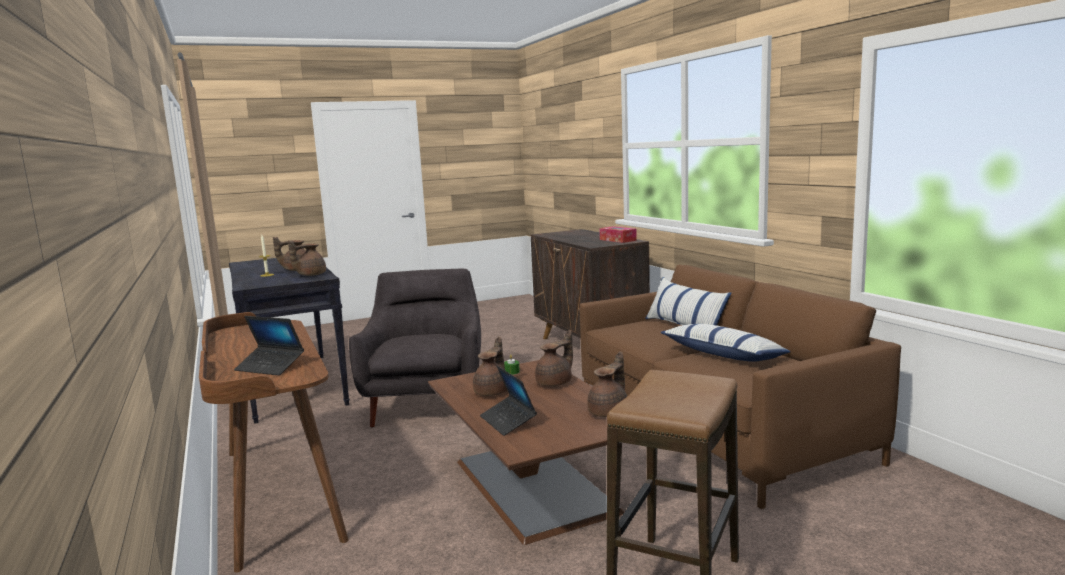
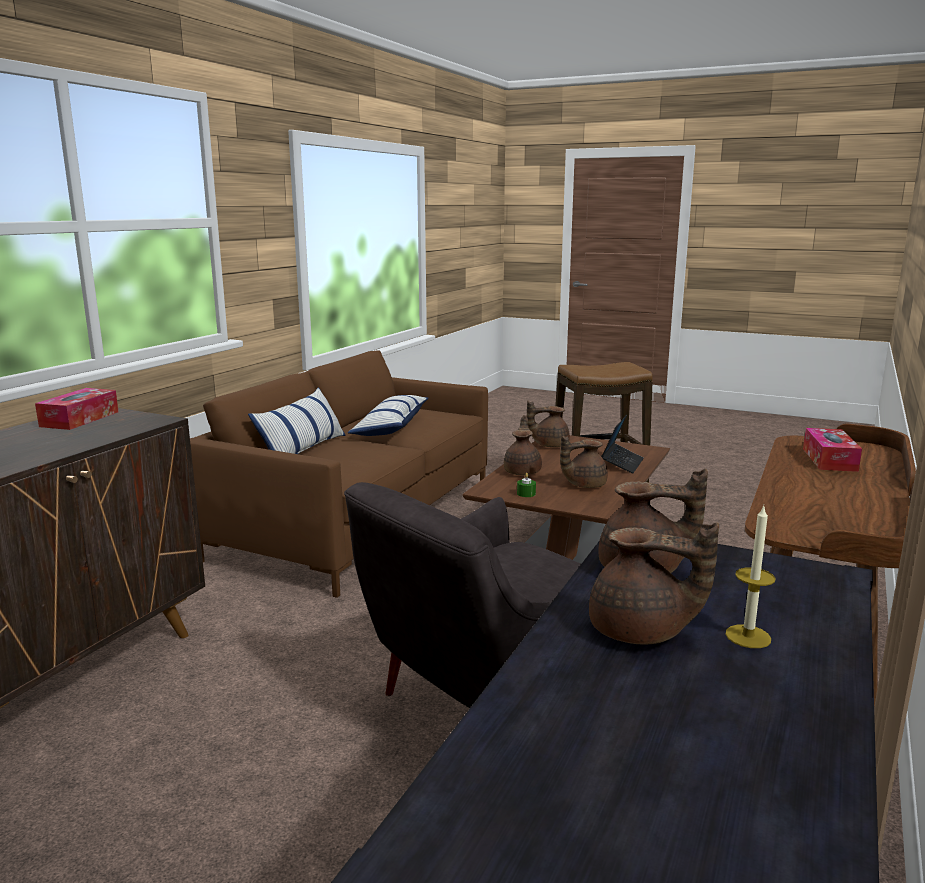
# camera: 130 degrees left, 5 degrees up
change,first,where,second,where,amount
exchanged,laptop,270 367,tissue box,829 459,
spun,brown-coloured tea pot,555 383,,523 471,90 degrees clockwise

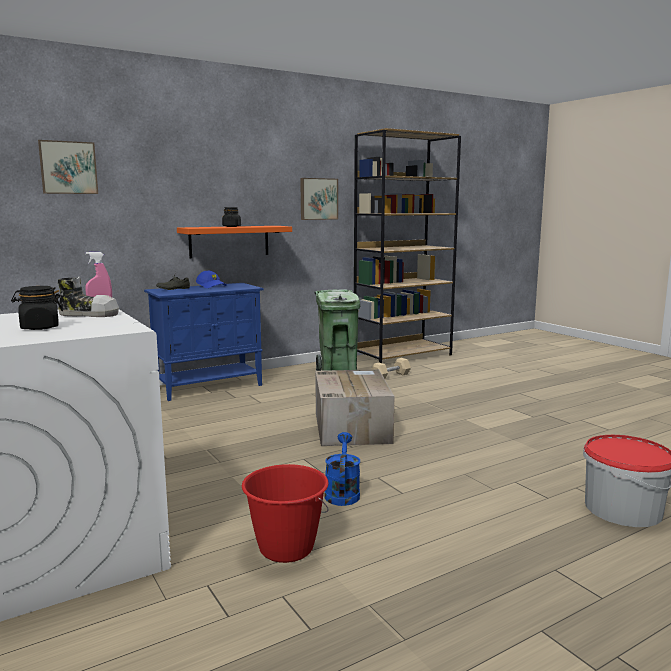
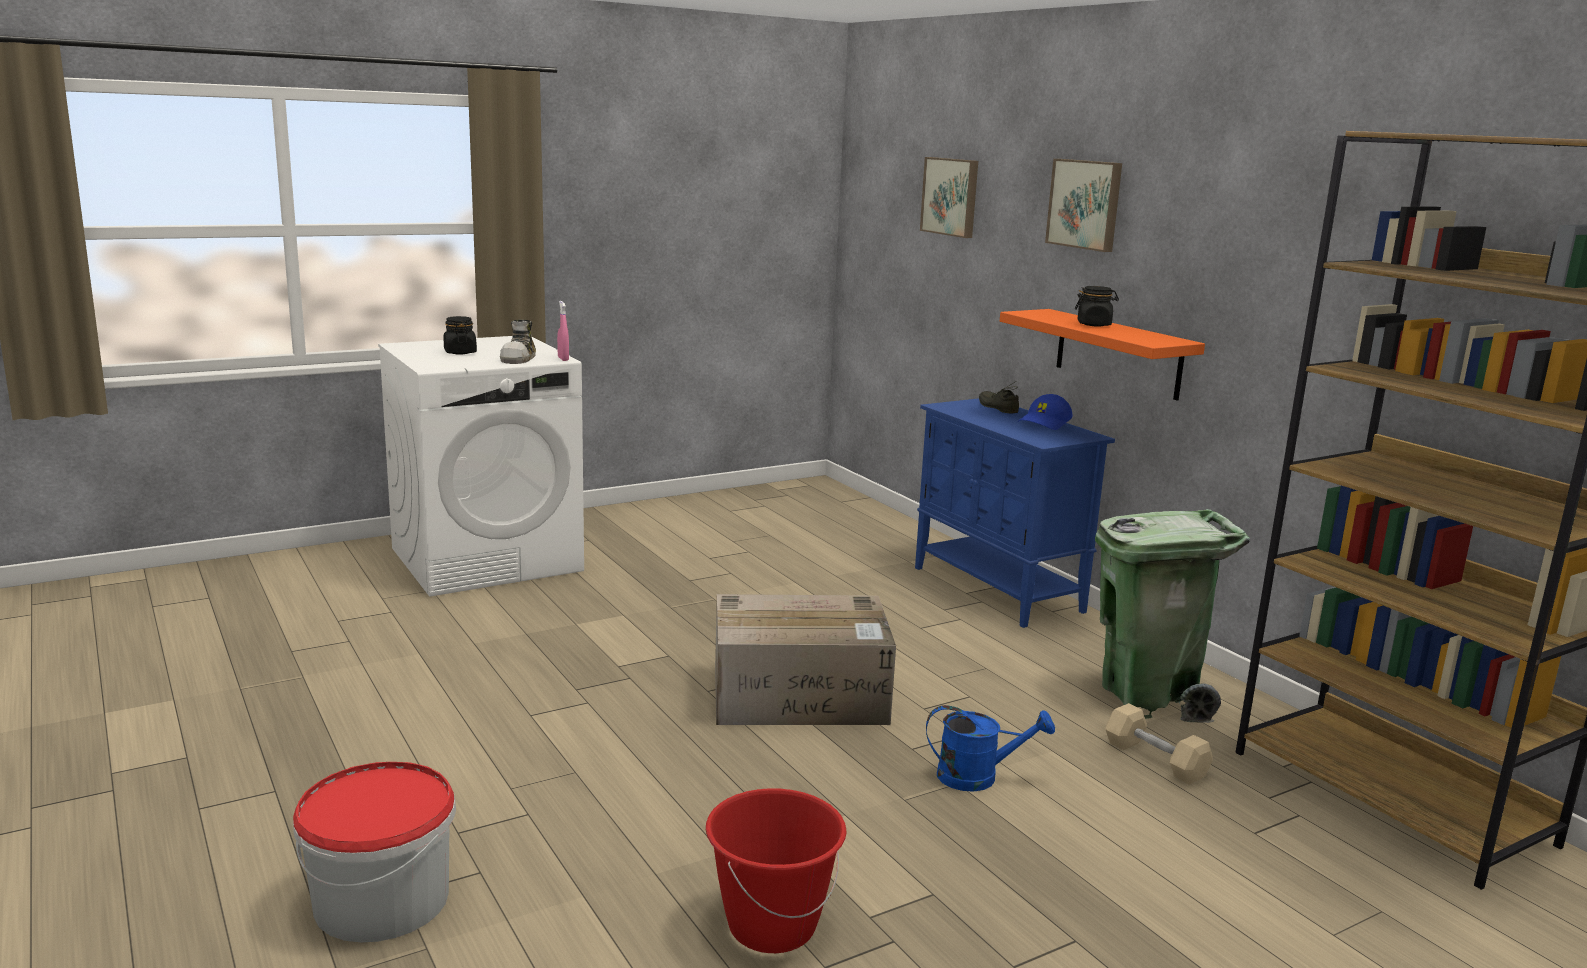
# camera: 90 degrees right, 5 degrees up
change,first,where,second,where,amount
relocated,reddish bucket,286 548,,771 926,
relocated,picture,318 199,,1086 204,
relocated,blue-coloured watering can,342 492,,978 777,

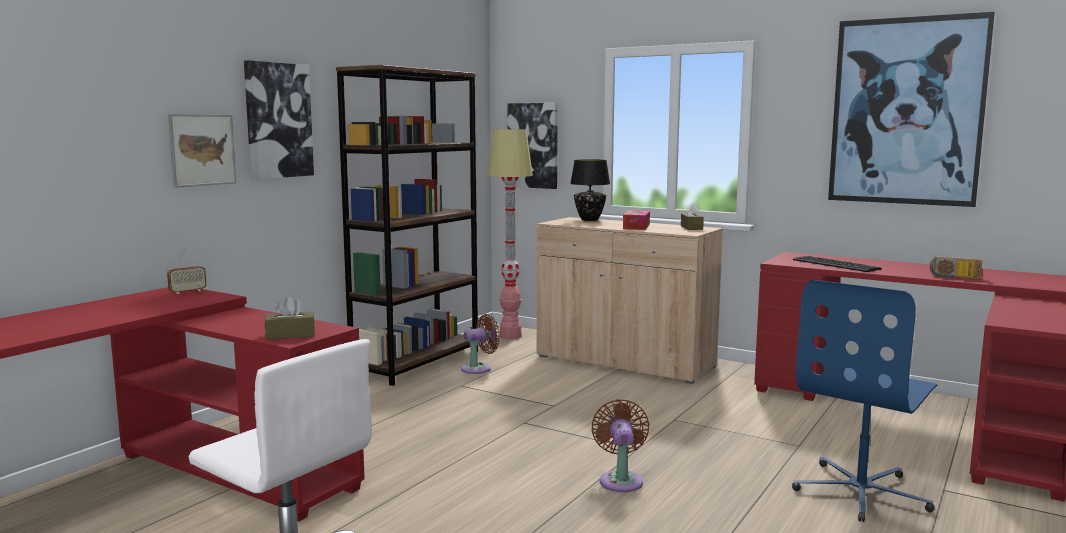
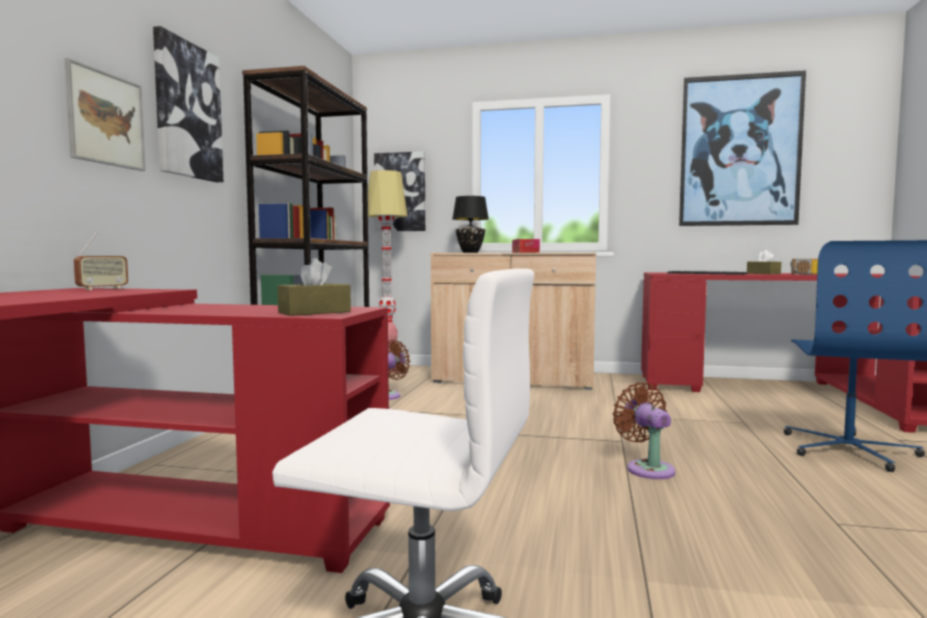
# camera: 20 degrees left, 5 degrees down
change,first,where,second,where,amount
relocated,brown-coloured tissue box,691 228,,763 273,

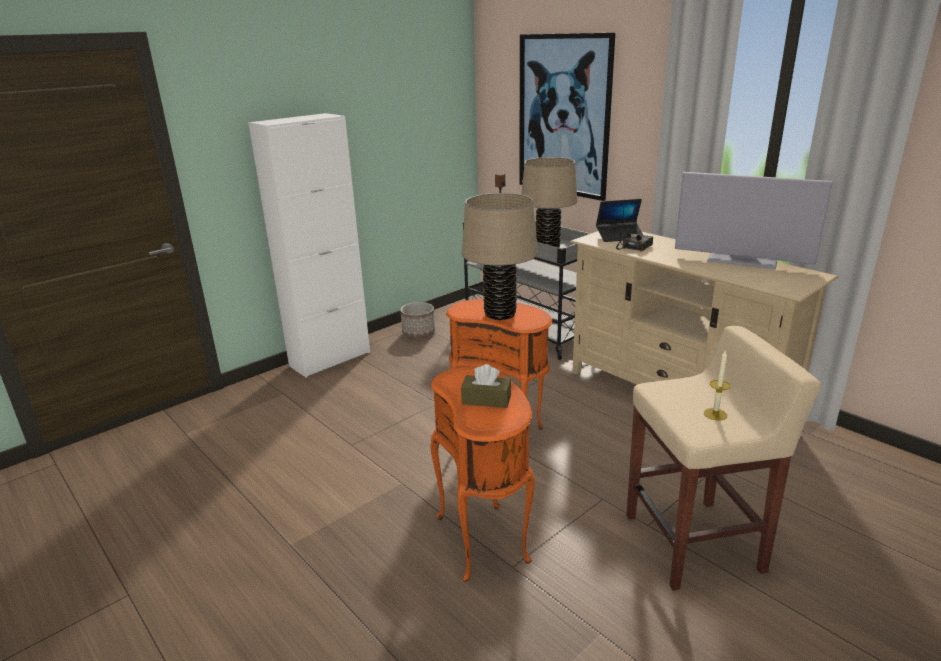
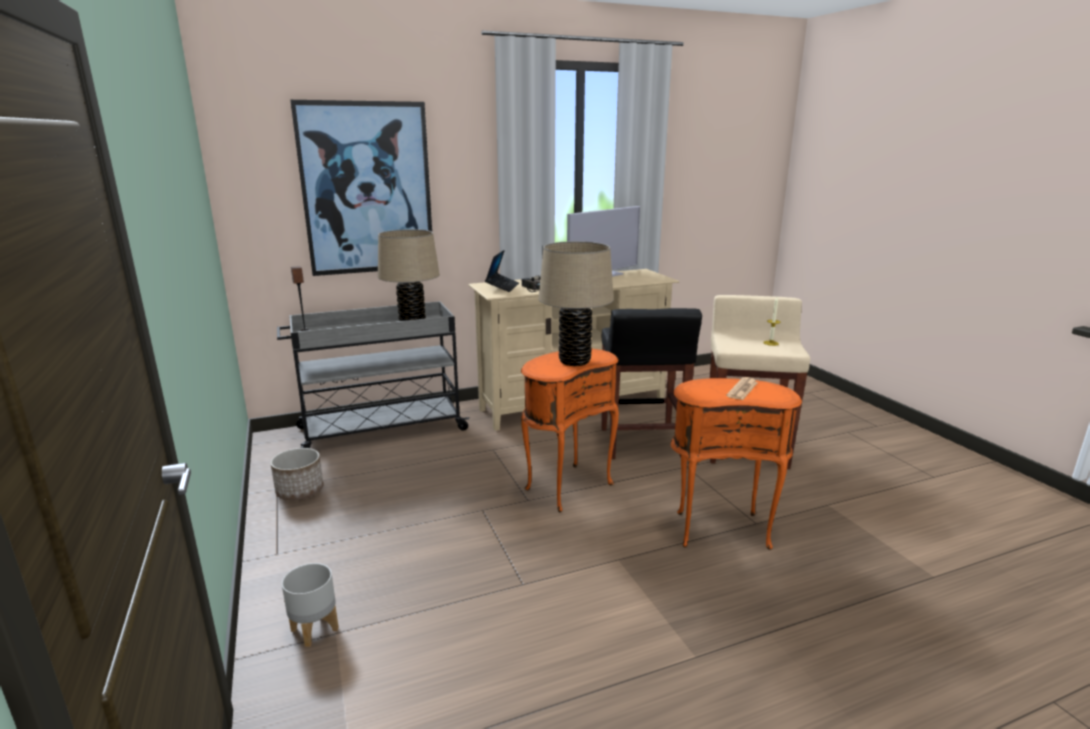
# camera: 70 degrees left, 5 degrees down
change,first,where,second,where,amount
missing,white storage cabinet,330 359,,,
exchanged,brown-coloured tissue box,486 400,printed paper,742 389,
appeared,,,greyish plant pot,314 629,
appeared,,,blackish stool,641 443,

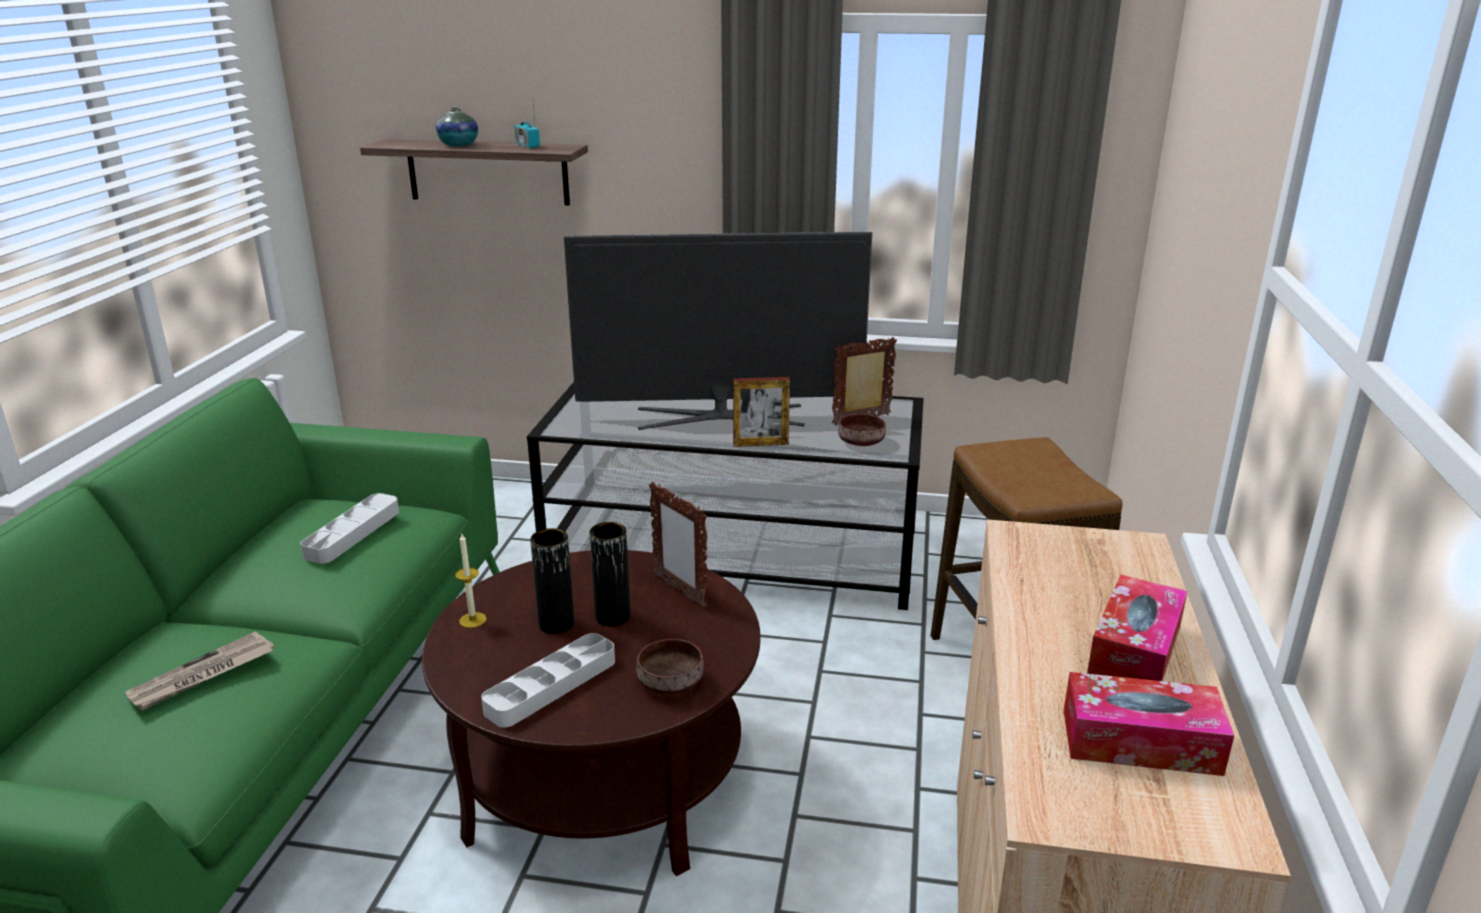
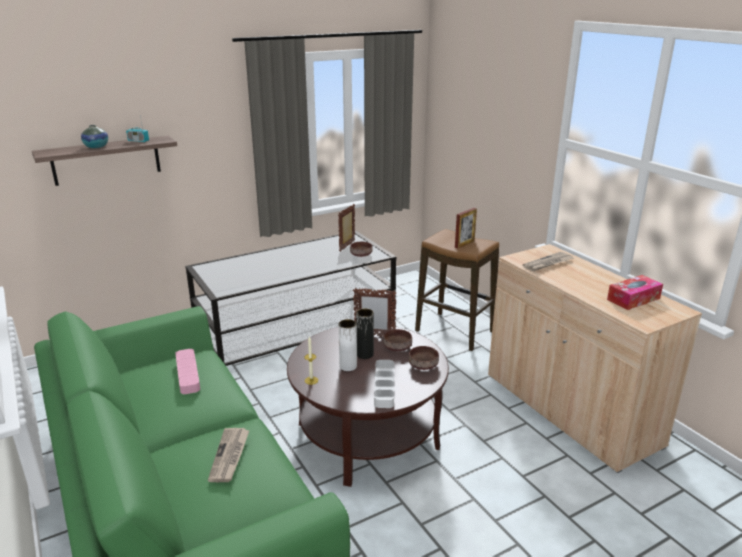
# camera: 40 degrees left, 0 degrees up
change,first,where,second,where,amount
colour,greyish serving tray,353 533,pink-coloured serving tray,188 374,
colour,blackish decorative vase,556 624,white decorative vase,348 366,
missing,television,721 416,,,
relocated,picture frame,760 444,,464 244,
missing,tissue box,1135 649,,,
appeared,,,brown-coloured deep dish,397 347,
appeared,,,printed paper,548 263,

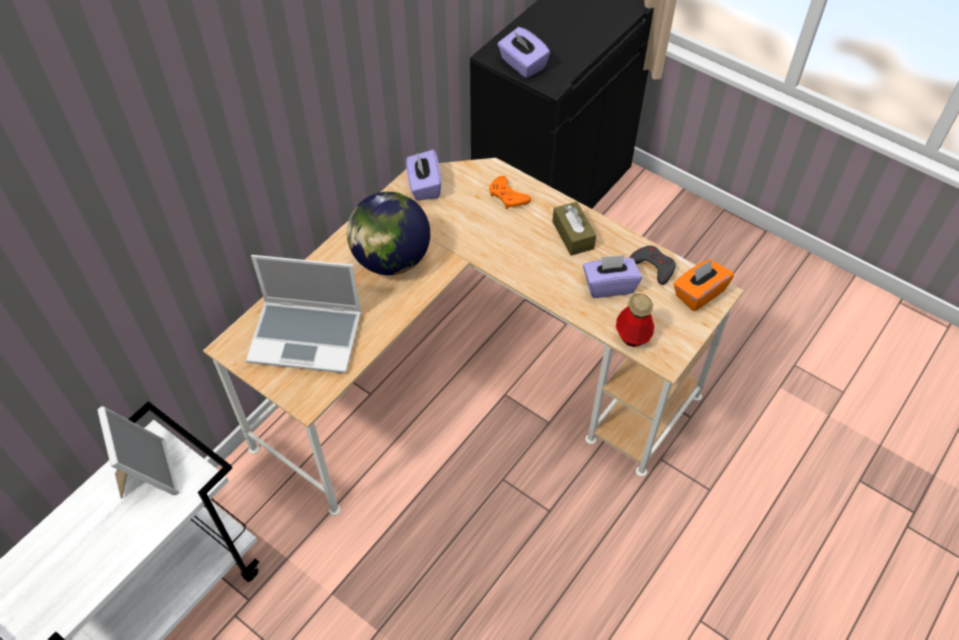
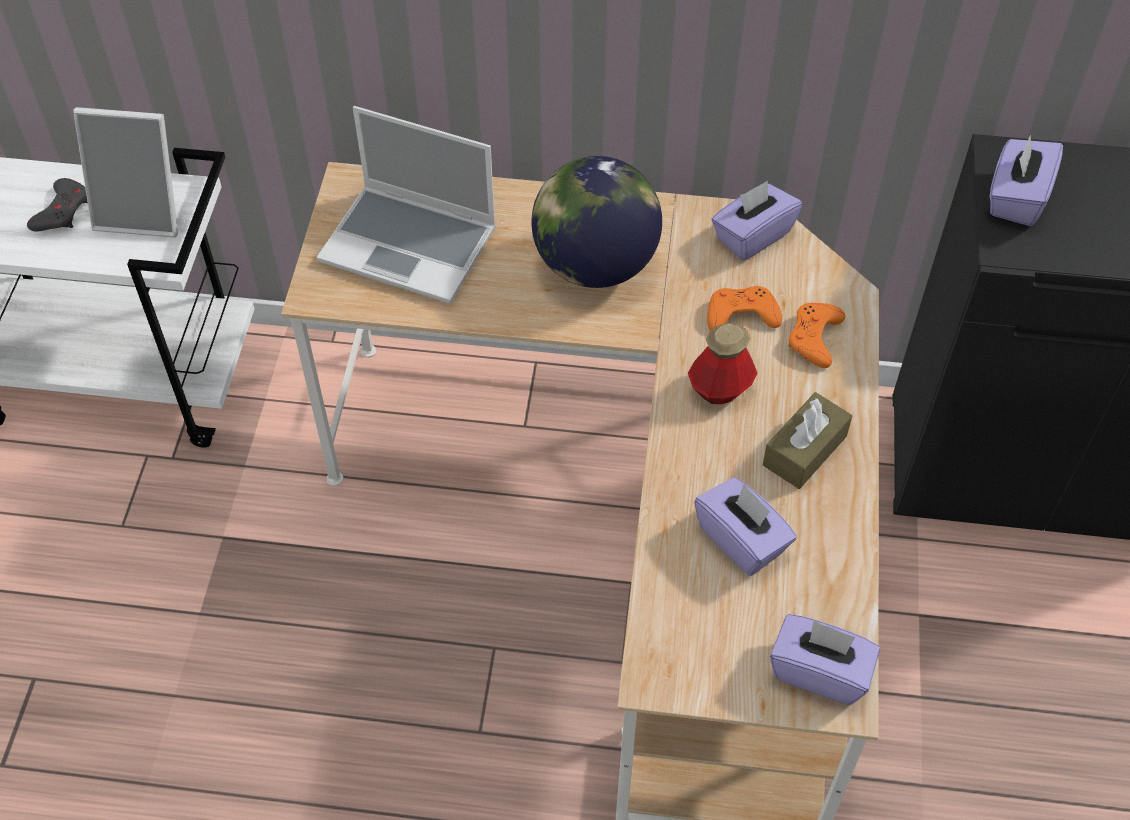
# camera: 60 degrees right, 0 degrees up
change,first,where,second,where,amount
spun,picture frame,147 474,,144 212,60 degrees clockwise
spun,laptop,307 337,,411 245,45 degrees counterclockwise
relocated,bottle,632 335,,720 389,
relocated,greyish gamepad,653 266,,62 211,
colour,orange-coloured tissue box,698 293,purple-coloured tissue box,819 671,
appeared,,,orange-coloured gamepad,741 314,

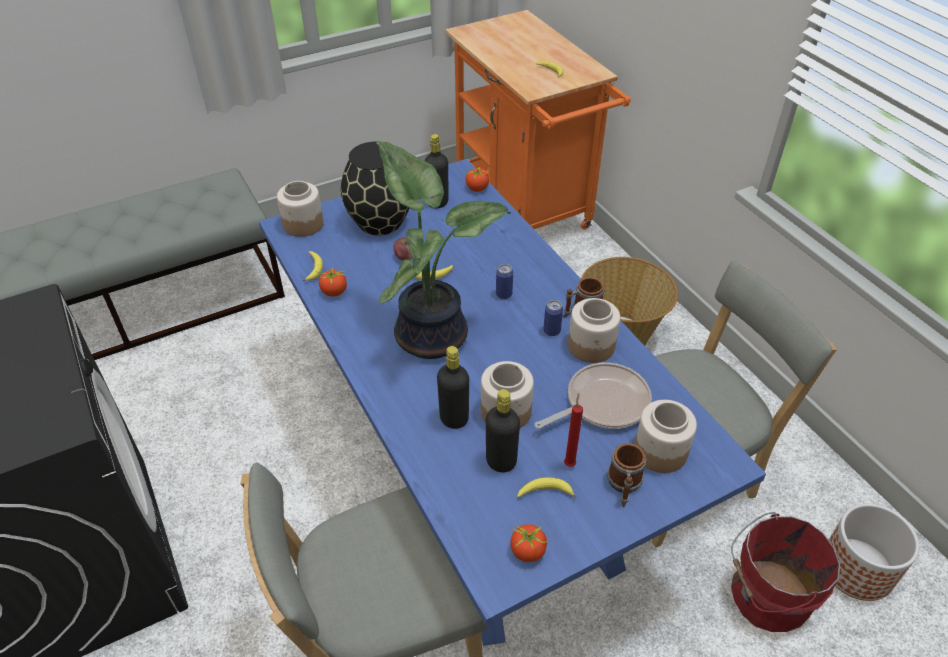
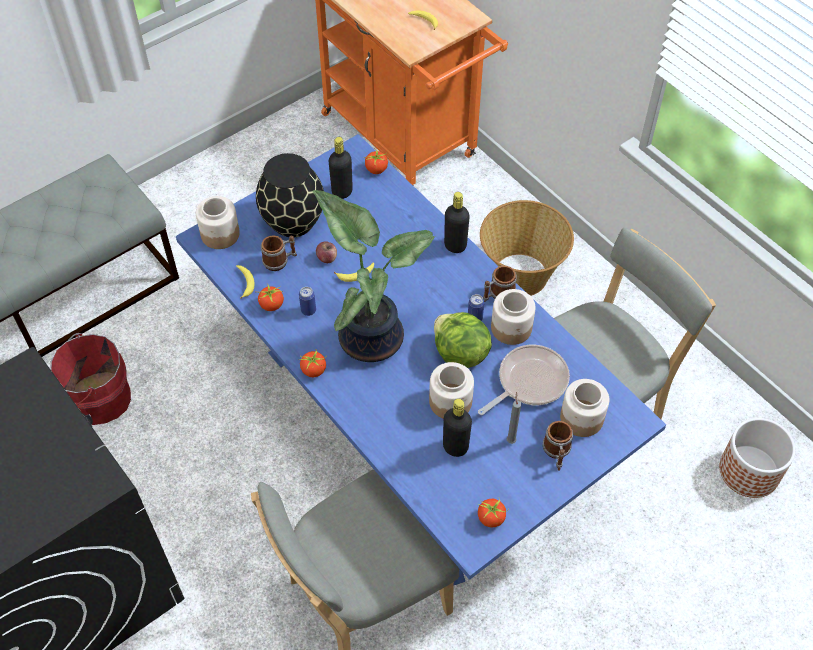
# camera: 10 degrees left, 10 degrees up
change,first,where,second,where,amount
relocated,blackish bottle,454 418,,455 245,
relocated,can,504 294,,308 310,
missing,banana fruit,545 492,,,
colour,reddish wax light,569 463,greyish wax light,511 439,
relocated,reddish bucket,766 595,,97 398,
appeared,,,mug,280 261,
appeared,,,tomato,314 370,
appeared,,,lettuce,460 353,

